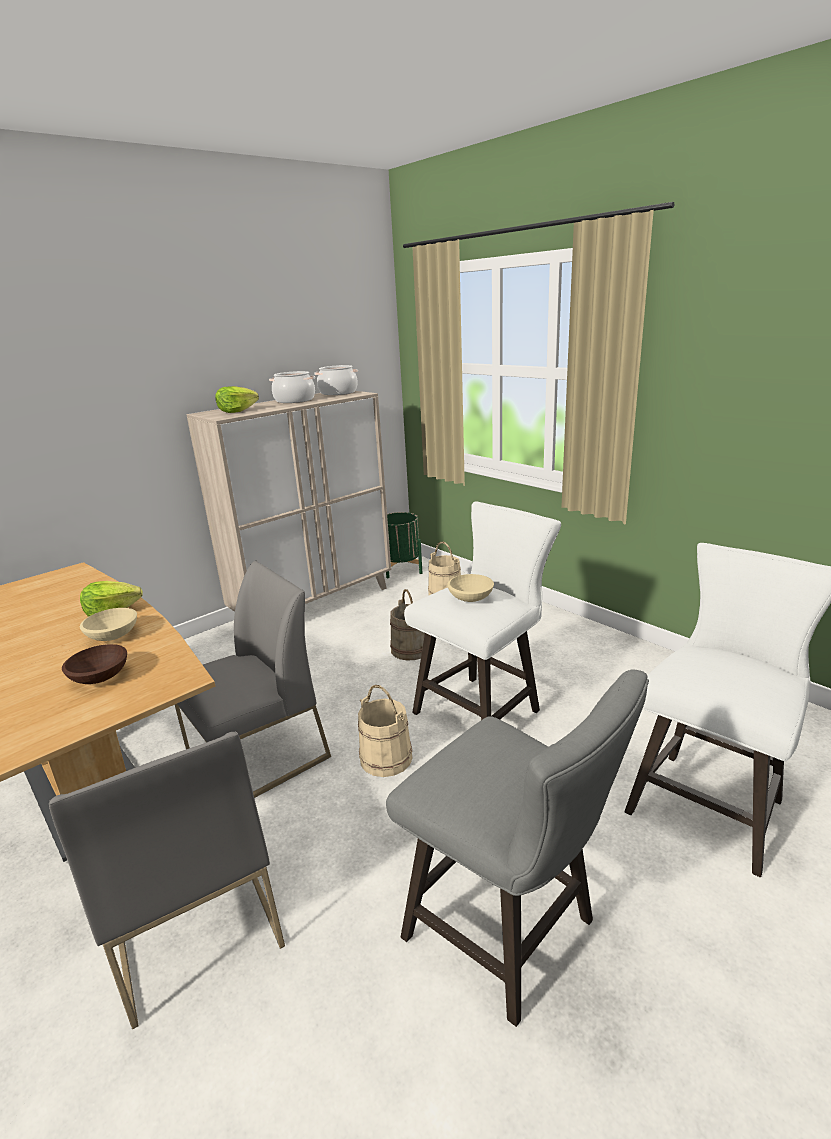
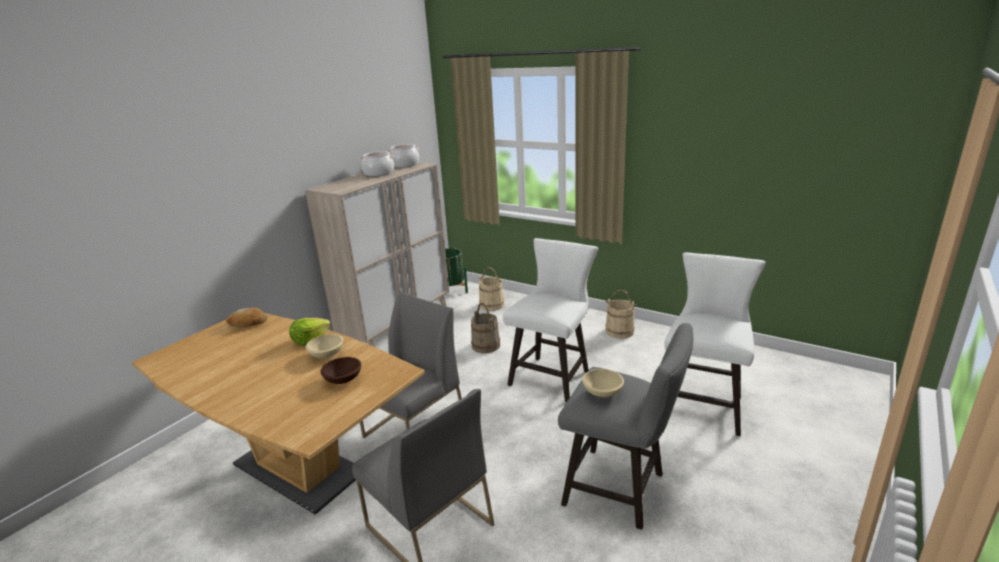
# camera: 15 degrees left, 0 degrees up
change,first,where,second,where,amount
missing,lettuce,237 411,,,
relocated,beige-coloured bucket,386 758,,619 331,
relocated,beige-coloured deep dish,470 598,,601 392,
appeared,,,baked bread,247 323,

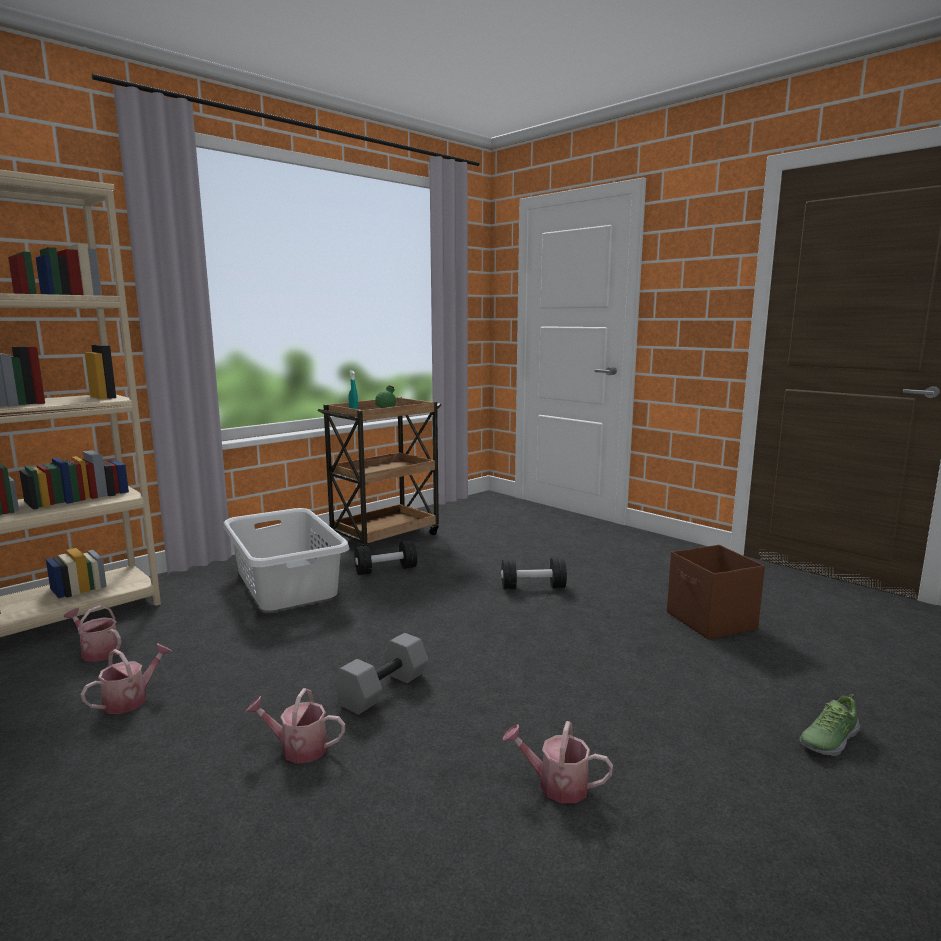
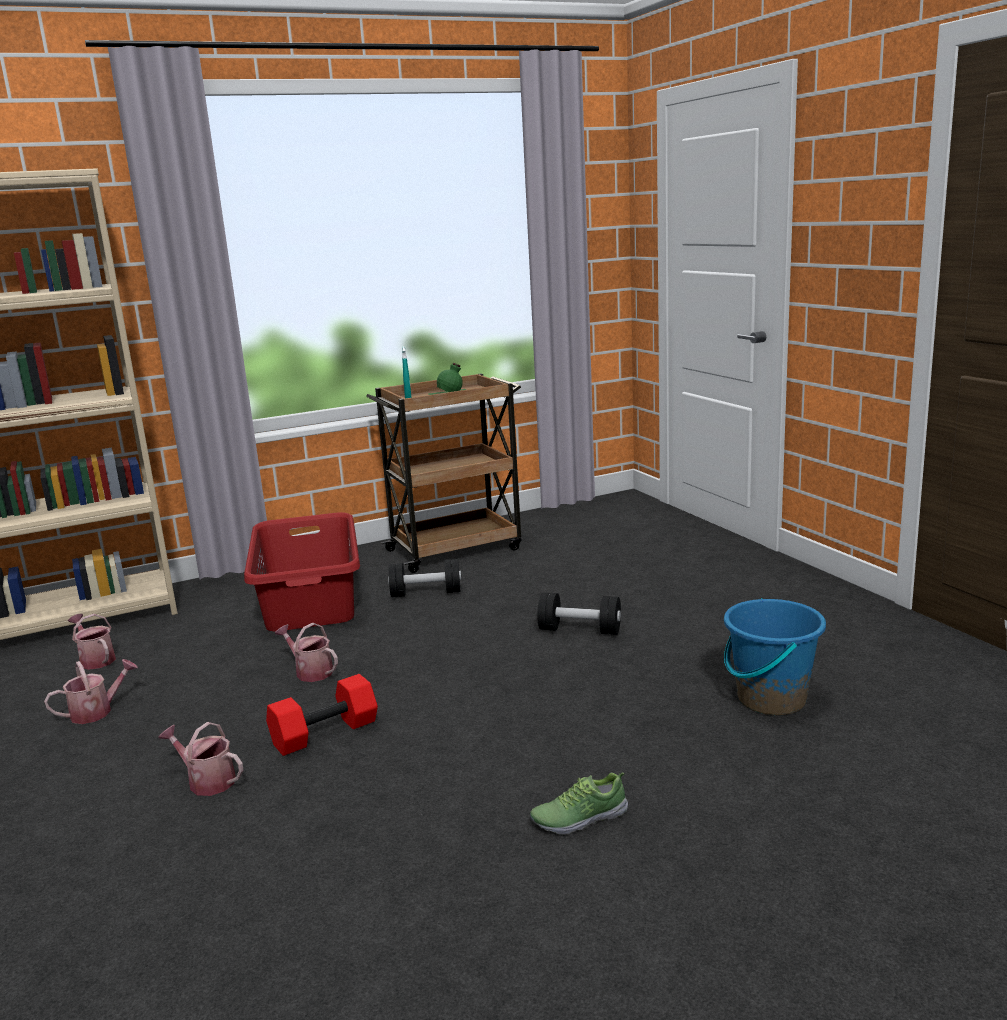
# camera: 20 degrees right, 5 degrees up
change,first,where,second,where,amount
colour,greyish laundry basket,285 584,reddish laundry basket,309 601,
colour,greyish dumbbell,382 689,reddish dumbbell,325 732,
relocated,watering can,556 785,,310 671,
exchanged,brown-coloured storage container,711 622,blue-coloured bucket,770 699,
relocated,item of footwear,828 739,,579 818,

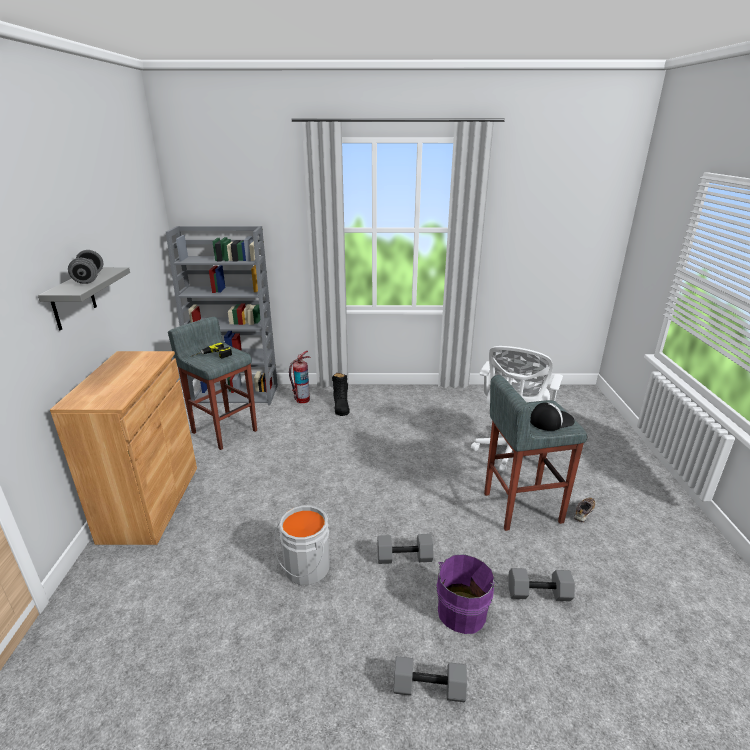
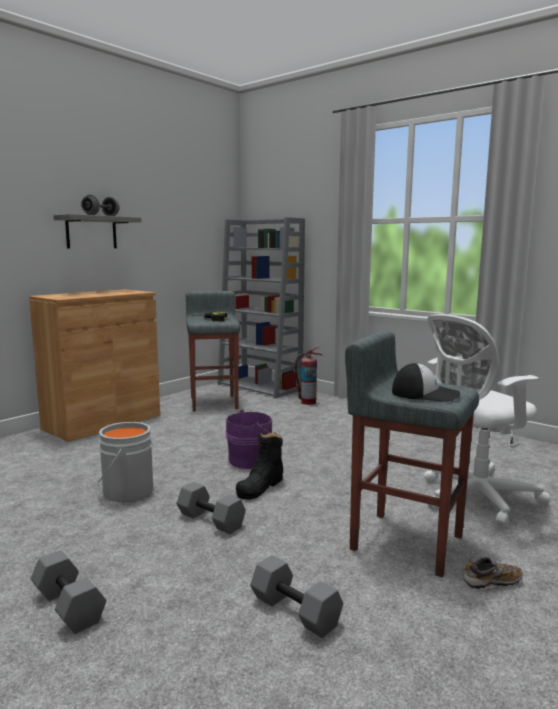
# camera: 40 degrees right, 15 degrees down
change,first,where,second,where,amount
relocated,blackish high-top boot,341 406,,260 487,
relocated,purple-coloured bucket,463 610,,251 460,

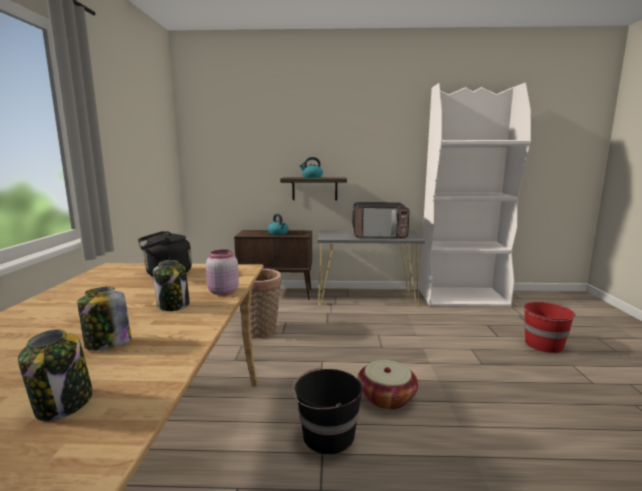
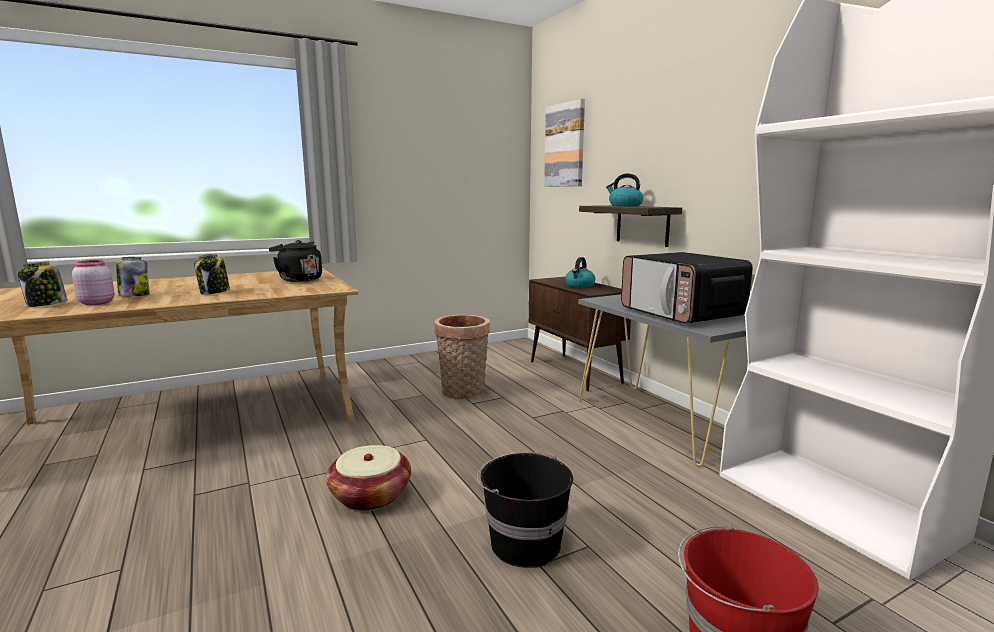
# camera: 60 degrees right, 0 degrees up
change,first,where,second,where,amount
relocated,pink-coloured jar,222 292,,96 303,
relocated,blackish bucket,327 436,,524 543,
appeared,,,picture,565 145,

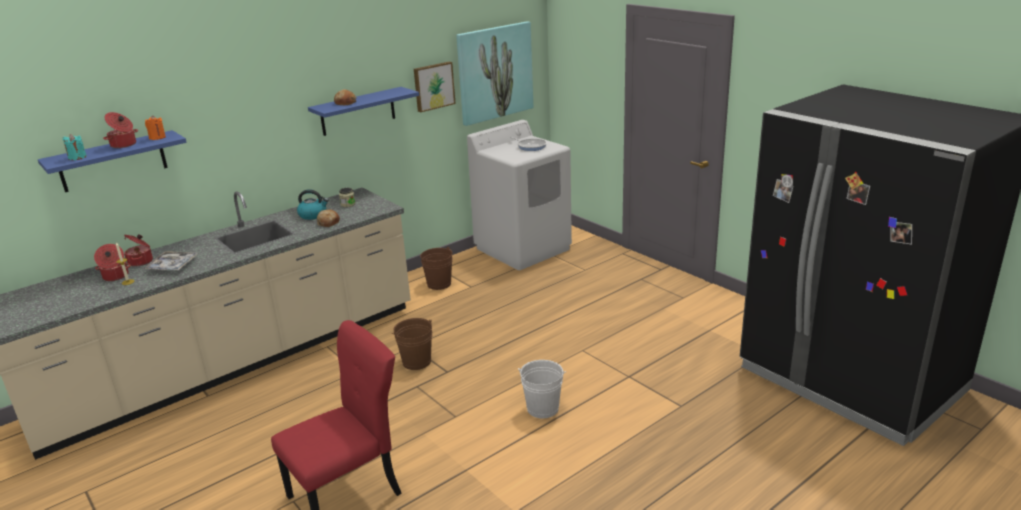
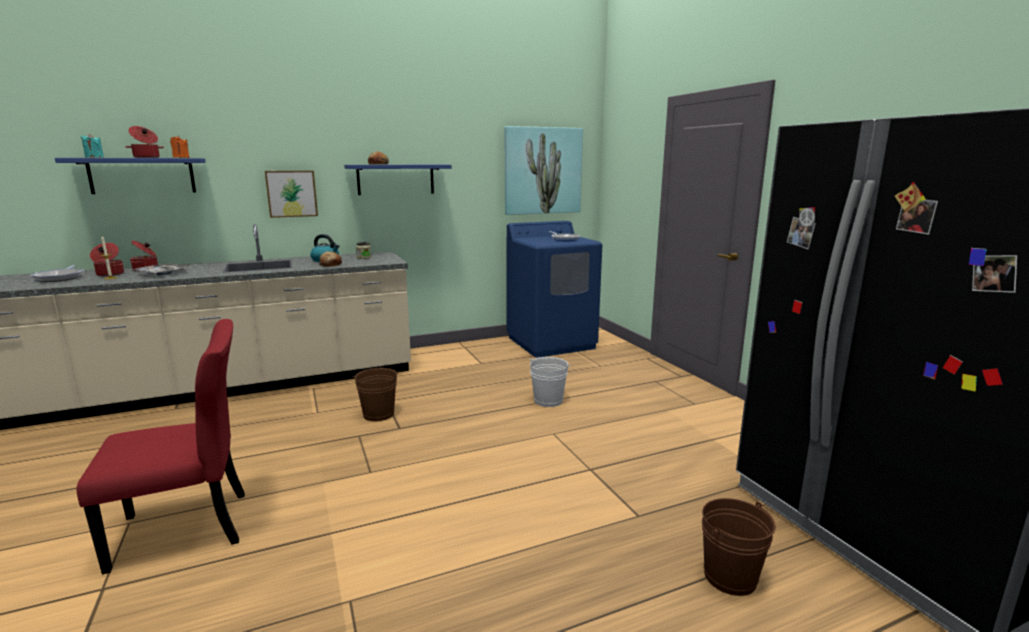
# camera: 15 degrees right, 10 degrees down
change,first,where,second,where,amount
relocated,picture,433 86,,291 193,
relocated,brown-coloured bucket,439 284,,730 577,
colour,white washing machine,523 248,blue-coloured washing machine,551 342,
relocated,white bucket,543 408,,548 401,
appeared,,,pan,60 278,

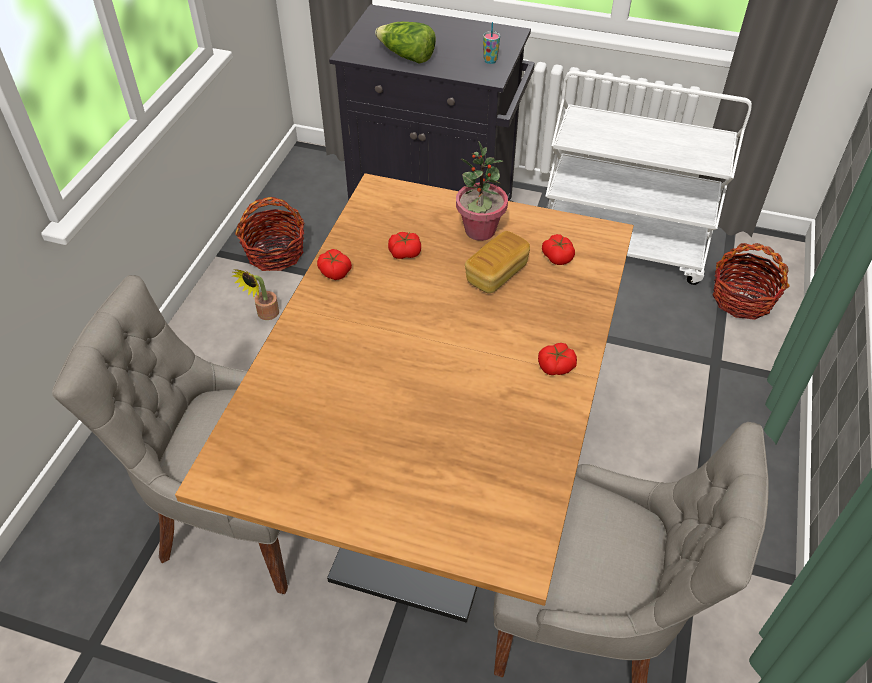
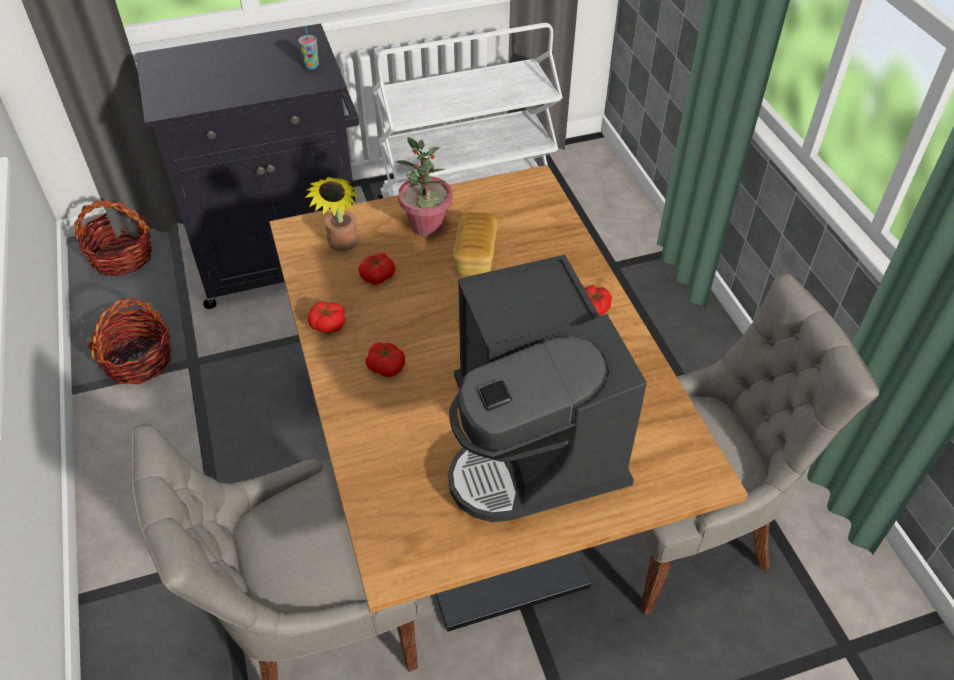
# camera: 35 degrees left, 0 degrees up
change,first,where,second,where,amount
relocated,plant in a pot,265 315,,342 245,
missing,lettuce,406 56,,,
relocated,tomato,557 256,,386 366,
relocated,household basket,742 299,,122 257,
appeared,,,coffee brewer,532 442,

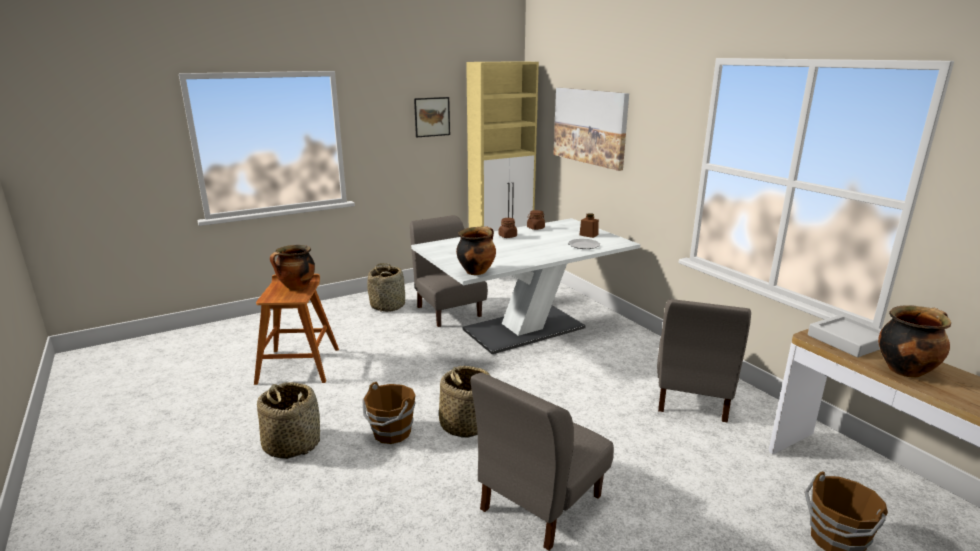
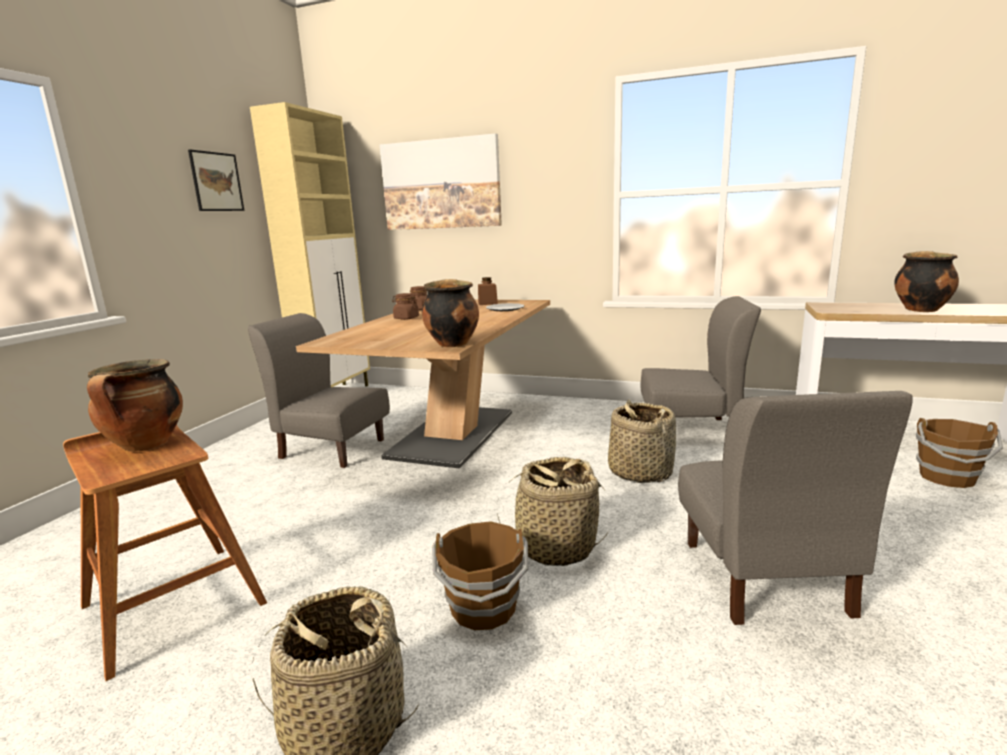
# camera: 40 degrees left, 5 degrees down
change,first,where,second,where,amount
relocated,household basket,388 305,,640 472,
colour,white dinner table,524 329,brown-coloured dinner table,452 434,
spun,greyish plain chair,691 397,,690 430,60 degrees counterclockwise
missing,greyish serving tray,848 340,,,

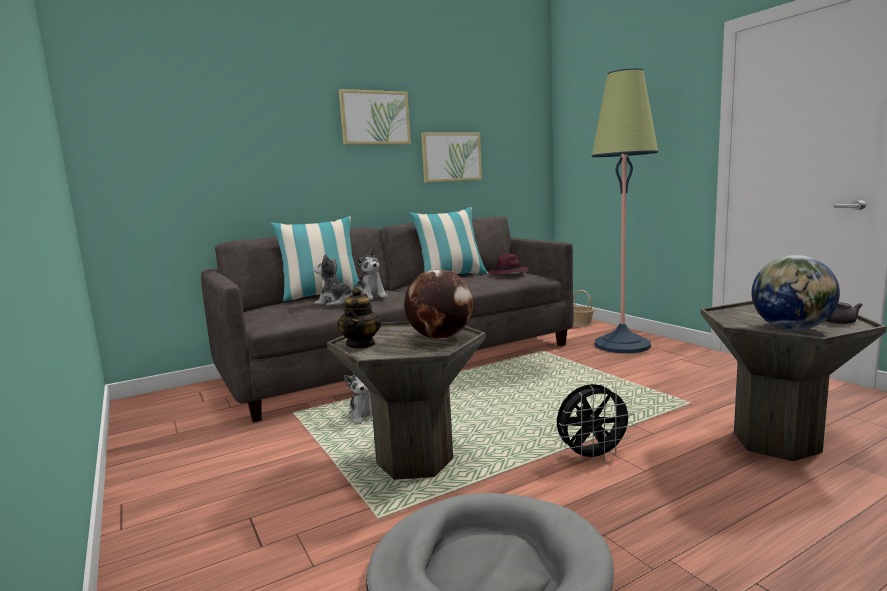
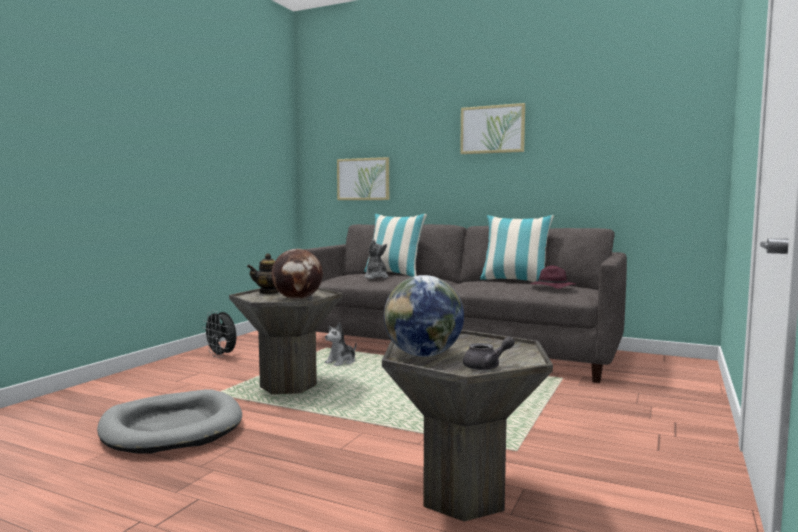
# camera: 55 degrees right, 5 degrees down
change,first,where,second,where,amount
missing,soft toy,371 296,,,
relocated,picture,451 157,,363 179,
relocated,blackish electric fan,592 456,,222 356,
missing,household basket,581 324,,,
missing,standing lamp,622 345,,,

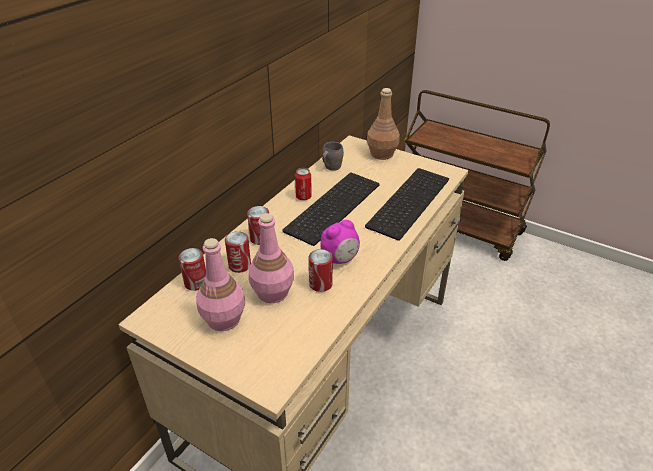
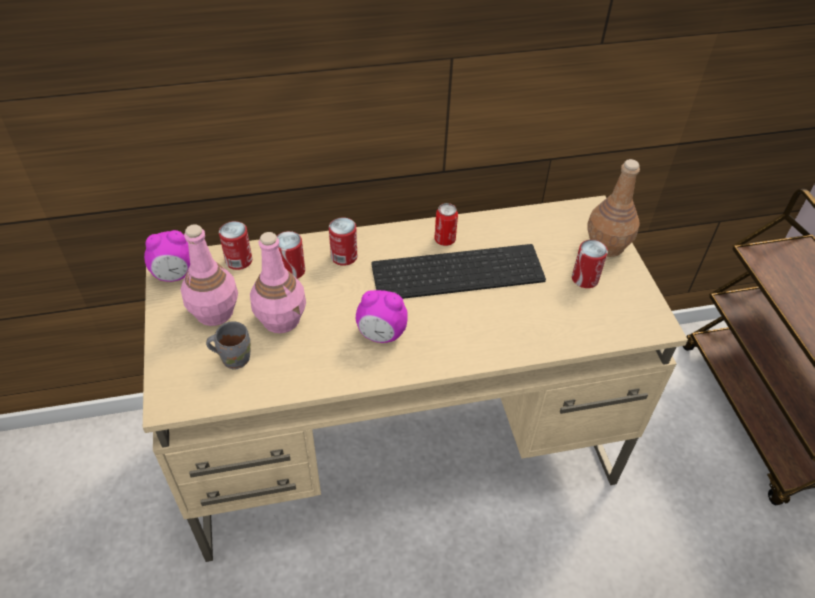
# camera: 45 degrees right, 10 degrees up
change,first,where,second,where,amount
relocated,can,320 284,,585 279,
relocated,greyish mug,331 167,,234 357,
missing,PC keyboard,407 201,,,
appeared,,,bedside clock,175 275,

